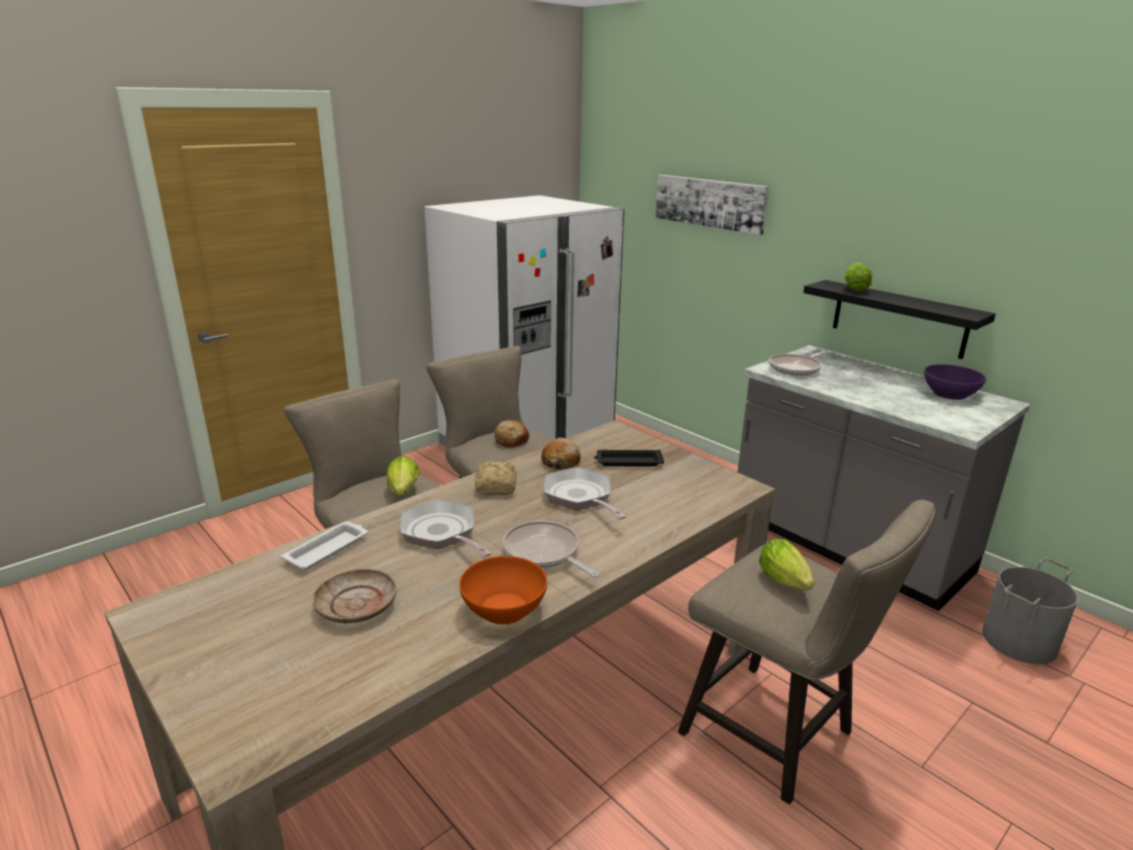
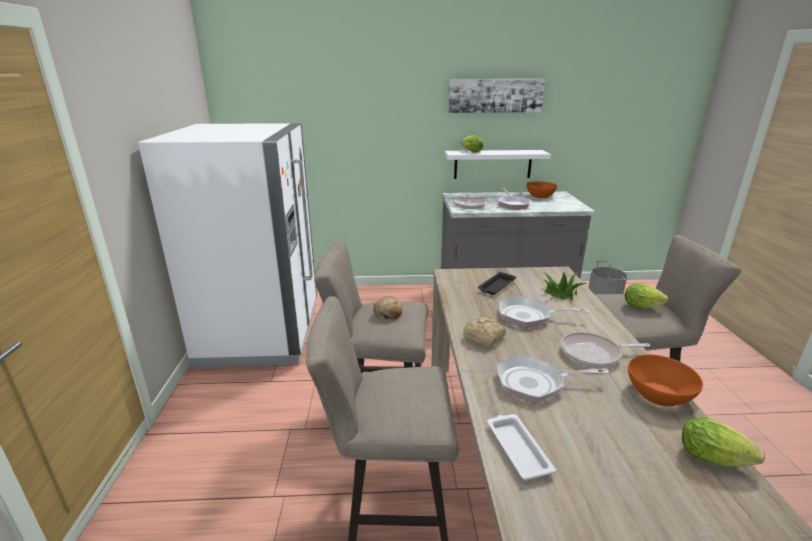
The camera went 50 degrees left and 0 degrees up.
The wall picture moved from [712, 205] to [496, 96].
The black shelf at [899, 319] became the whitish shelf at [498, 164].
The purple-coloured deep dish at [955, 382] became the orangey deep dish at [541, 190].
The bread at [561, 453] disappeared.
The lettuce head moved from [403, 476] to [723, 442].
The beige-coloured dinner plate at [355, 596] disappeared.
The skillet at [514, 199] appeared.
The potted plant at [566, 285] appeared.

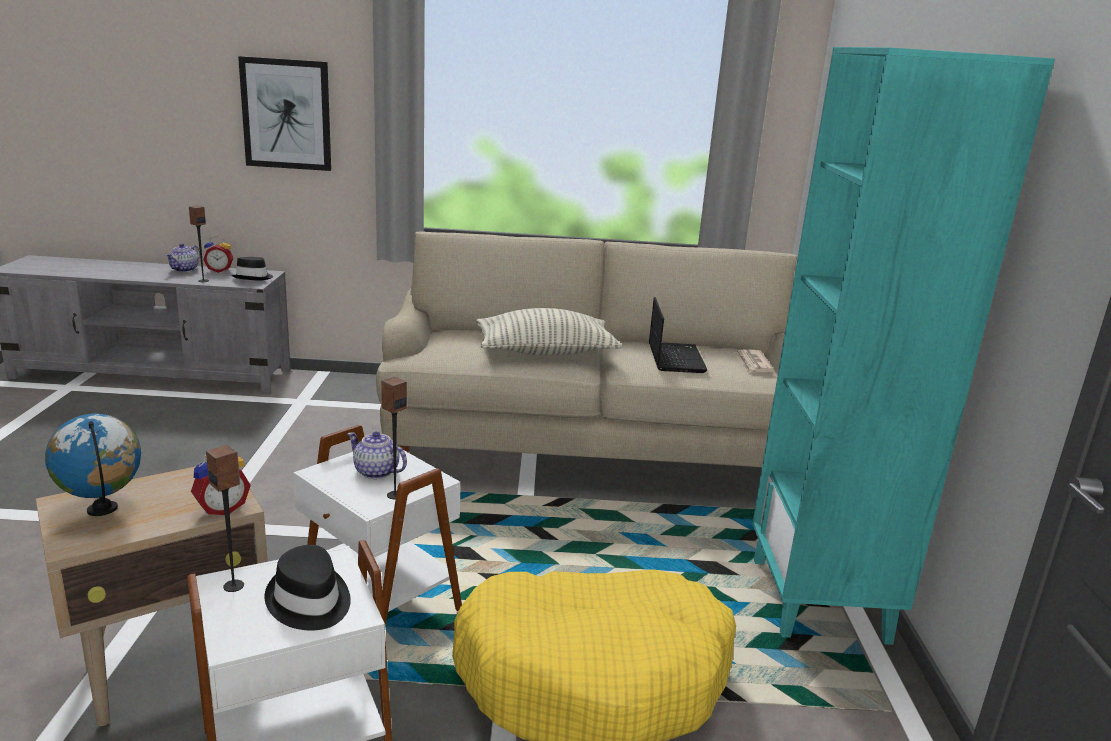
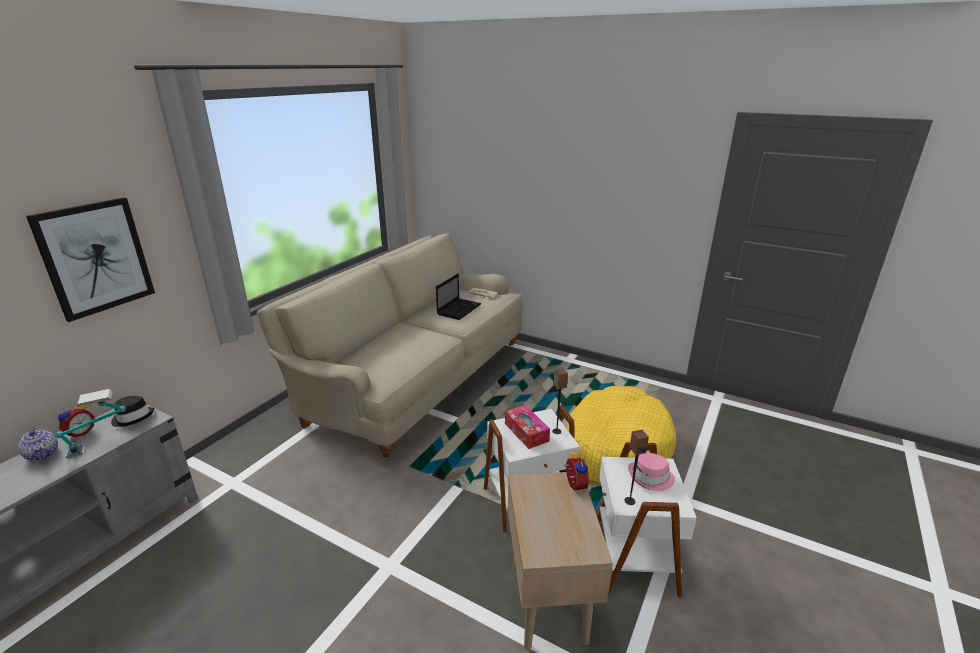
The camera went 60 degrees left and 5 degrees up.
The turquoise bookshelf at [903, 346] disappeared.
The loudspeaker at [199, 243] was replaced by the table lamp at [90, 424].
The portable computer at [678, 335] turned 90 degrees clockwise.
The throw pillow at [549, 331] disappeared.
The desk globe at [93, 464] disappeared.
The tea pot at [377, 455] was replaced by the tissue holder at [527, 427].
The black wearable hat at [308, 587] became the pink wearable hat at [651, 471].

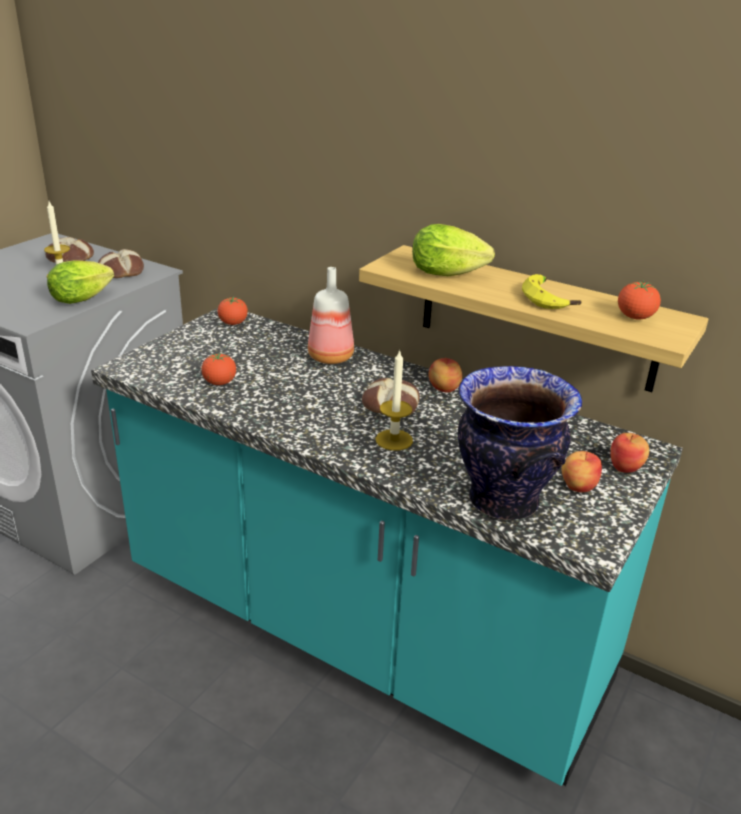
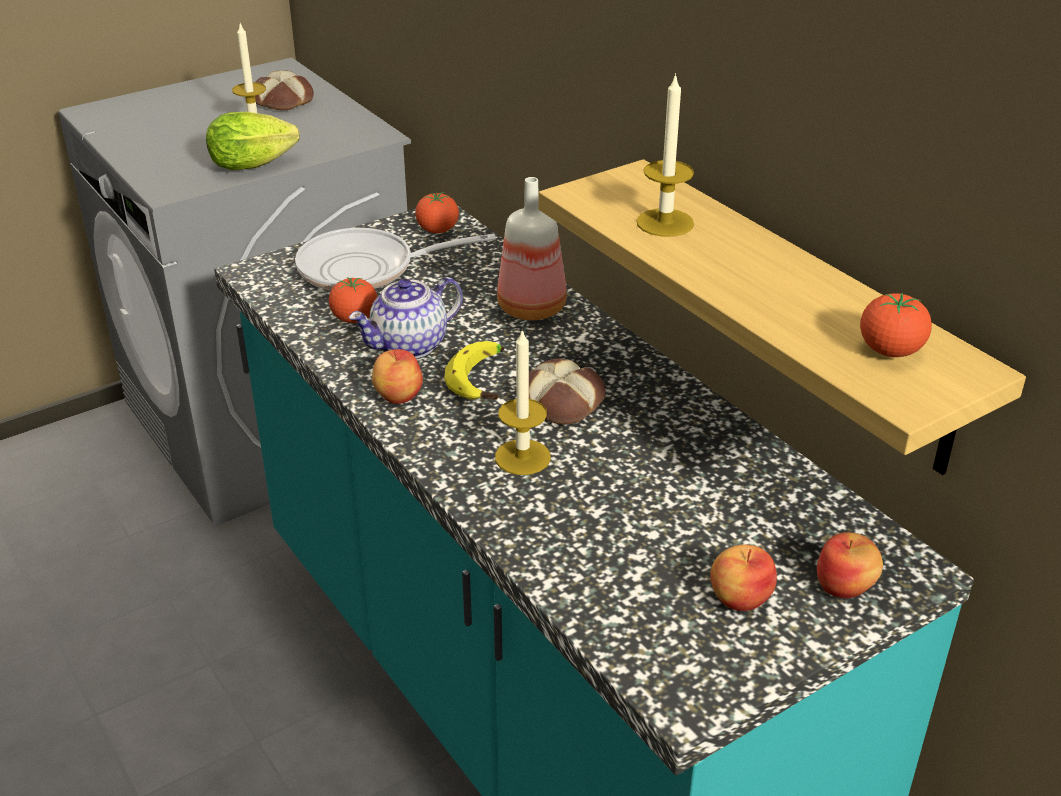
The camera went 25 degrees right and 5 degrees up.
The lettuce head at [453, 250] was replaced by the candle at [665, 155].
The bread at [121, 263] disappeared.
The banana fruit moved from [552, 291] to [474, 370].
The whole apple moved from [445, 374] to [397, 376].
The decorative vase at [520, 443] disappeared.
The skillet at [395, 259] appeared.
The tea pot at [405, 317] appeared.

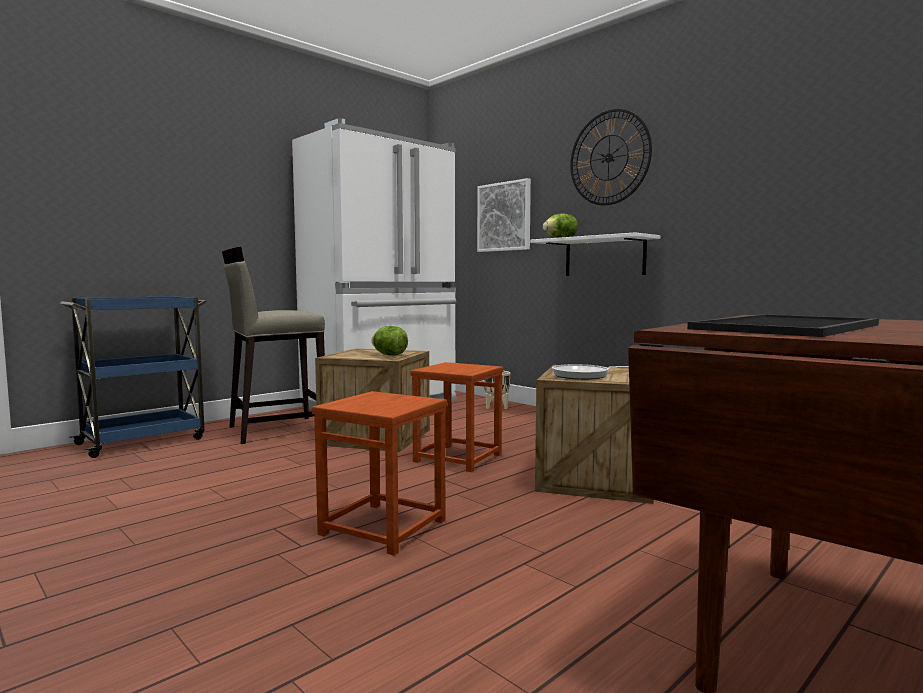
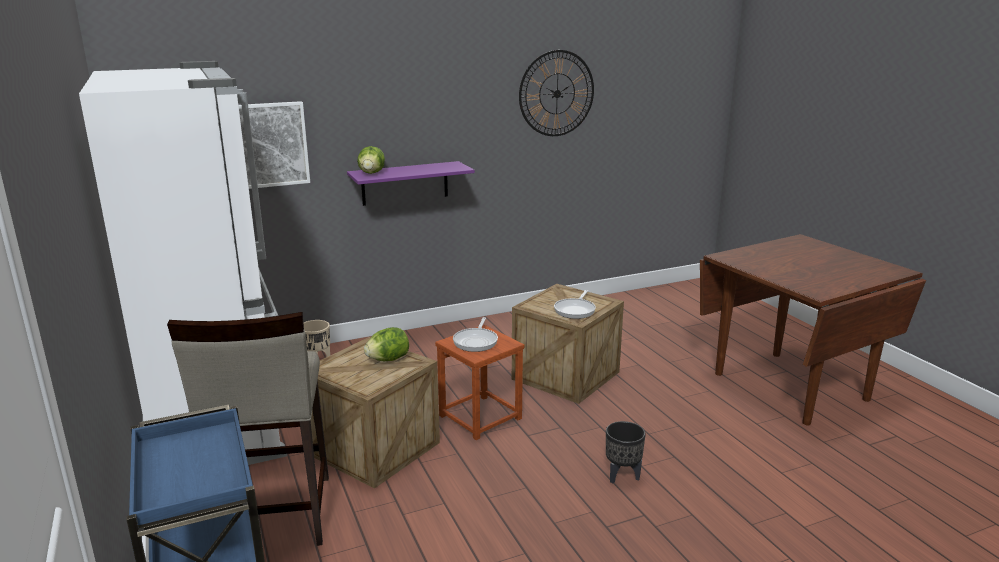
The camera went 70 degrees left and 15 degrees up.
The hanging clock moved from [611, 157] to [556, 93].
The whitish shelf at [595, 254] became the purple-coloured shelf at [411, 183].
The tray at [783, 325] disappeared.
The brownish stool at [379, 473] was replaced by the black planter at [626, 452].
The skillet at [475, 334] appeared.

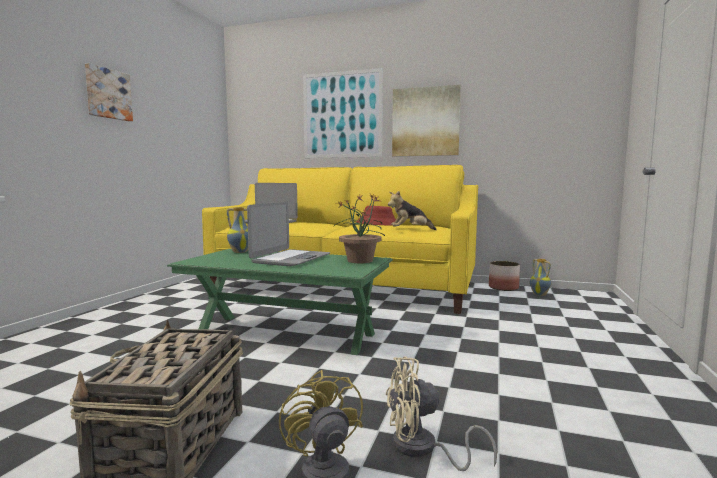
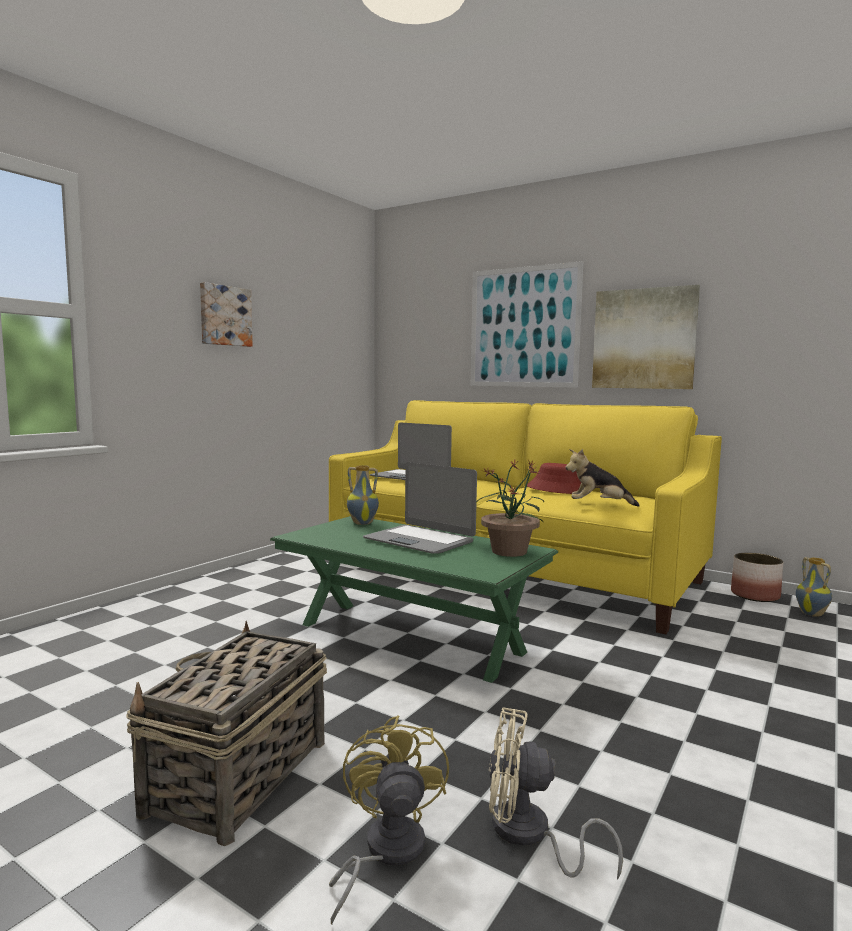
The camera went 15 degrees right and 0 degrees up.
The portable computer at [288, 234] turned 90 degrees clockwise.

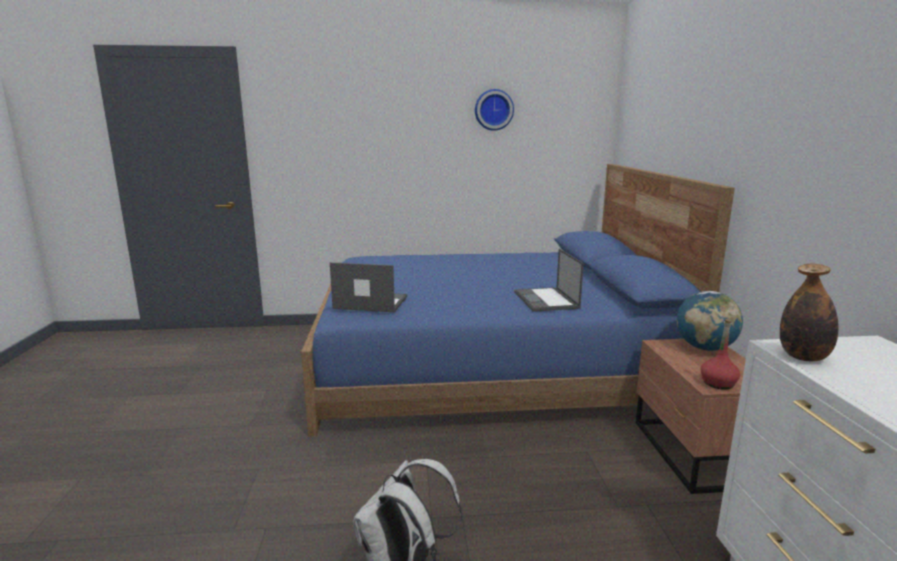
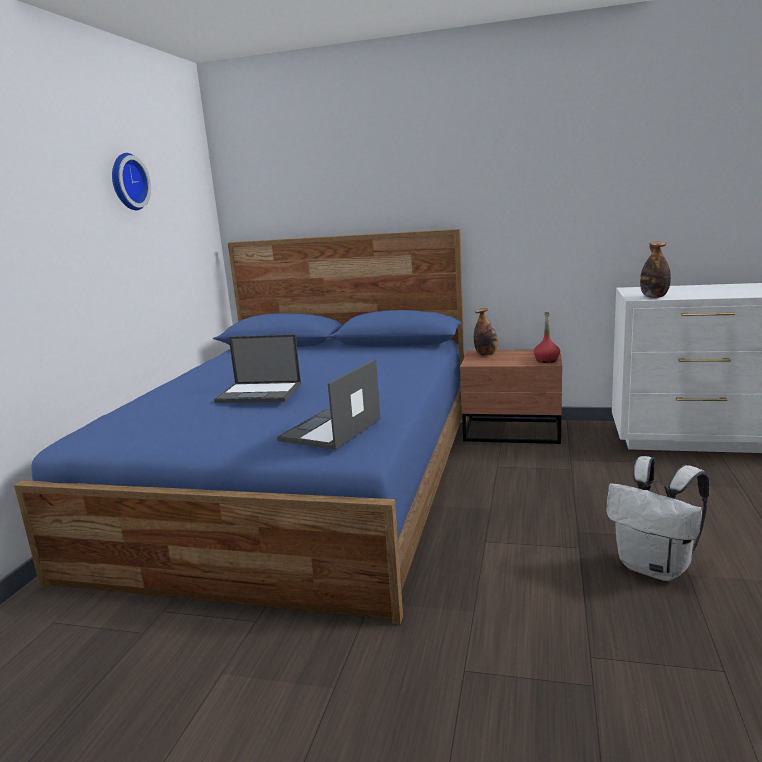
The camera went 70 degrees left and 0 degrees up.
The portable computer moved from [549, 280] to [257, 368].
The desk globe at [710, 321] was replaced by the drink bottle at [486, 332].

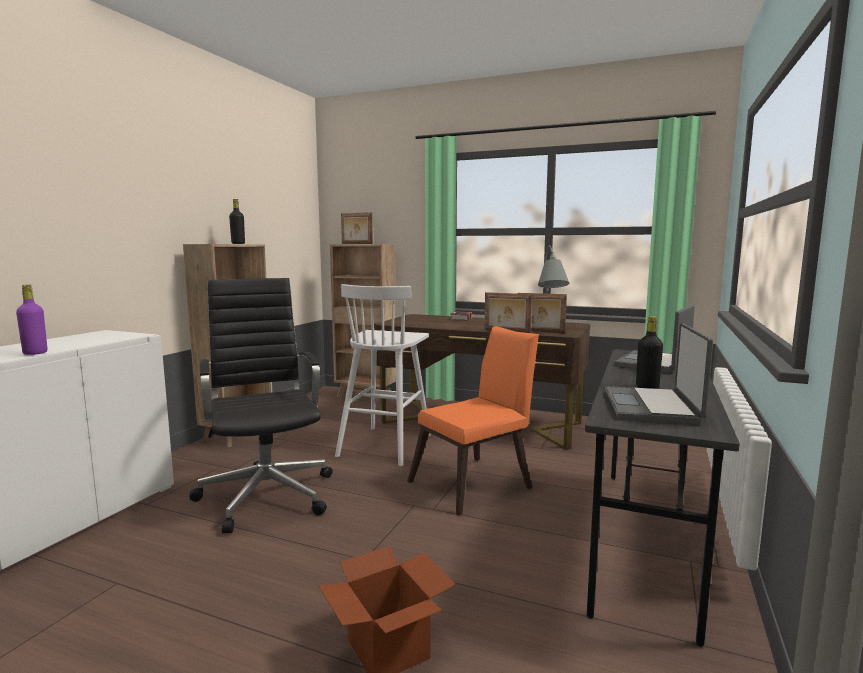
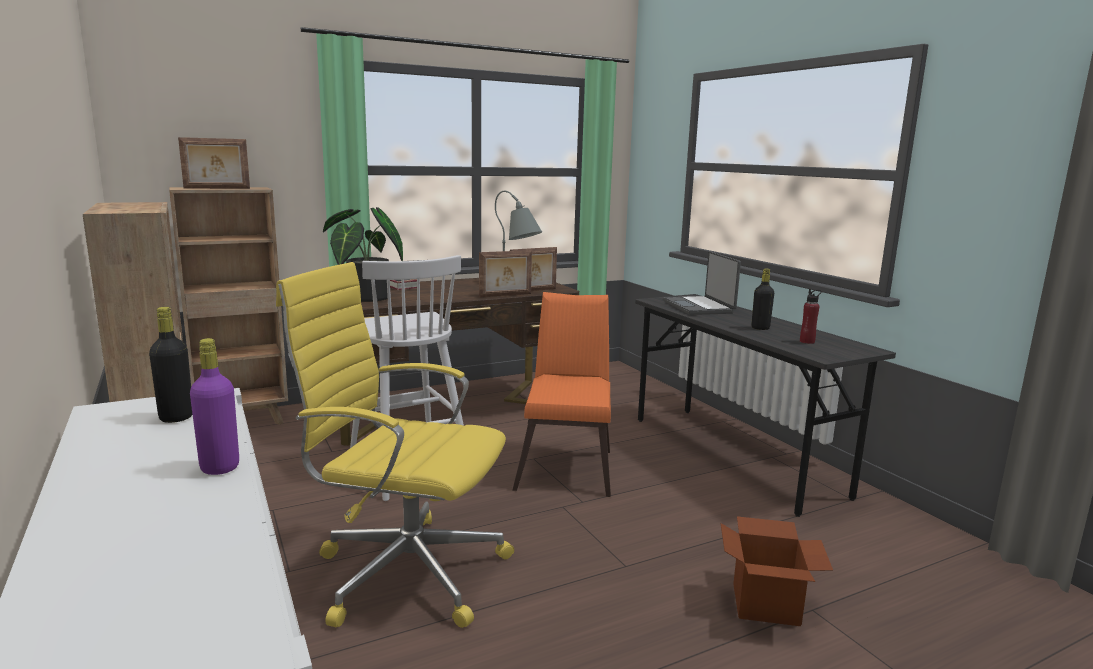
The camera went 50 degrees left and 5 degrees up.
The black drink bottle moved from [237, 221] to [170, 365].
The black desk chair at [261, 405] became the yellowish desk chair at [395, 445].
The portable computer at [659, 374] was replaced by the red-coloured drink bottle at [811, 316].
The potted plant at [363, 254] appeared.

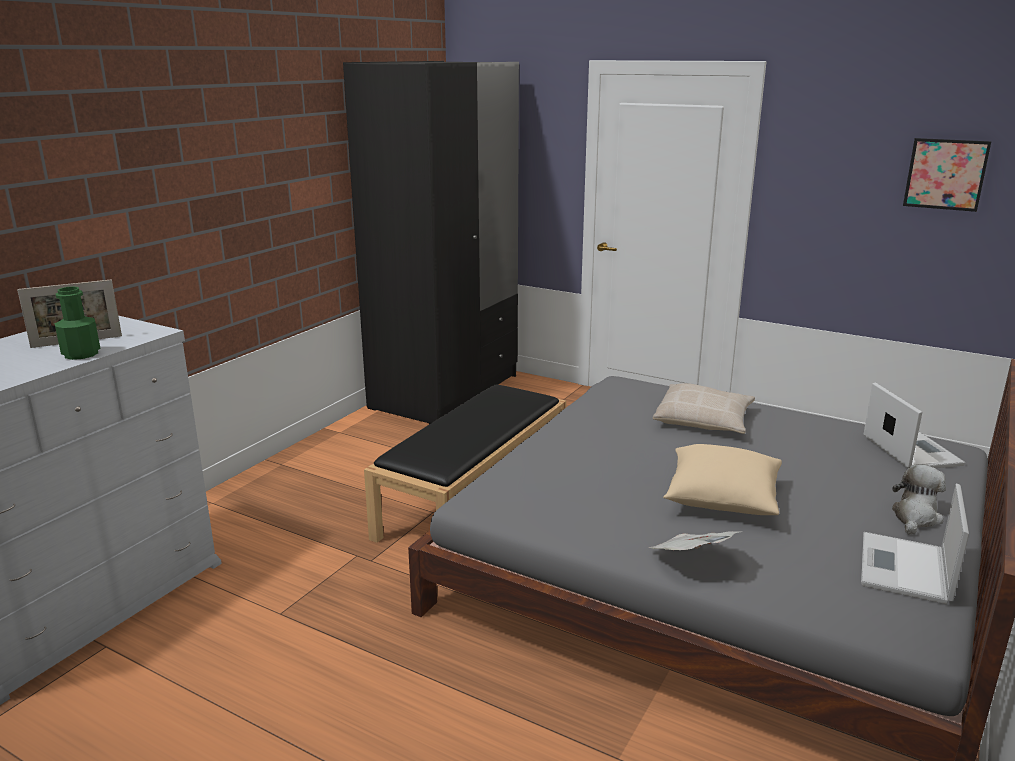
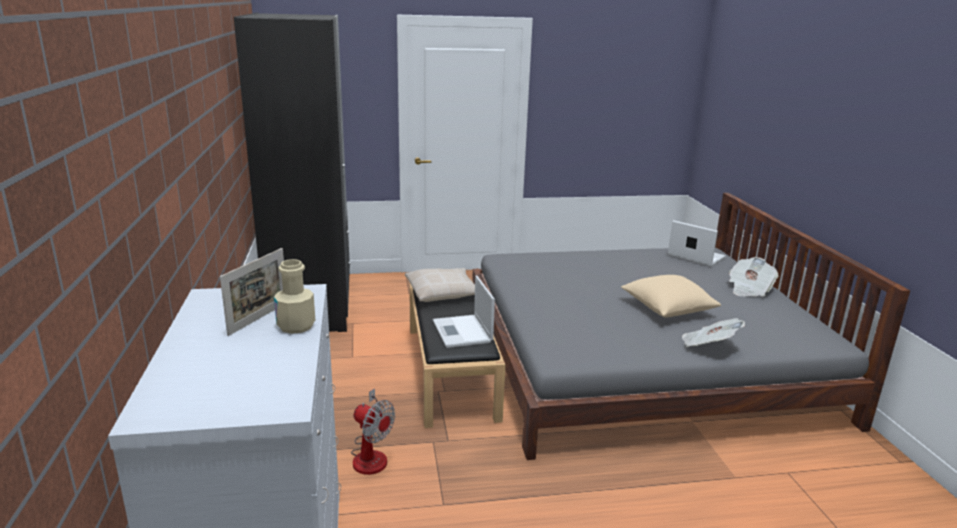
The camera went 40 degrees left and 0 degrees up.
The wall picture at [947, 175] disappeared.
The green drink bottle at [77, 323] became the beige-coloured drink bottle at [294, 296].
The beige-coloured throw pillow moved from [704, 408] to [440, 285].
The cuddly toy at [919, 500] was replaced by the printed paper at [754, 277].
The portable computer moved from [915, 543] to [464, 312].
The fan at [373, 431] appeared.

